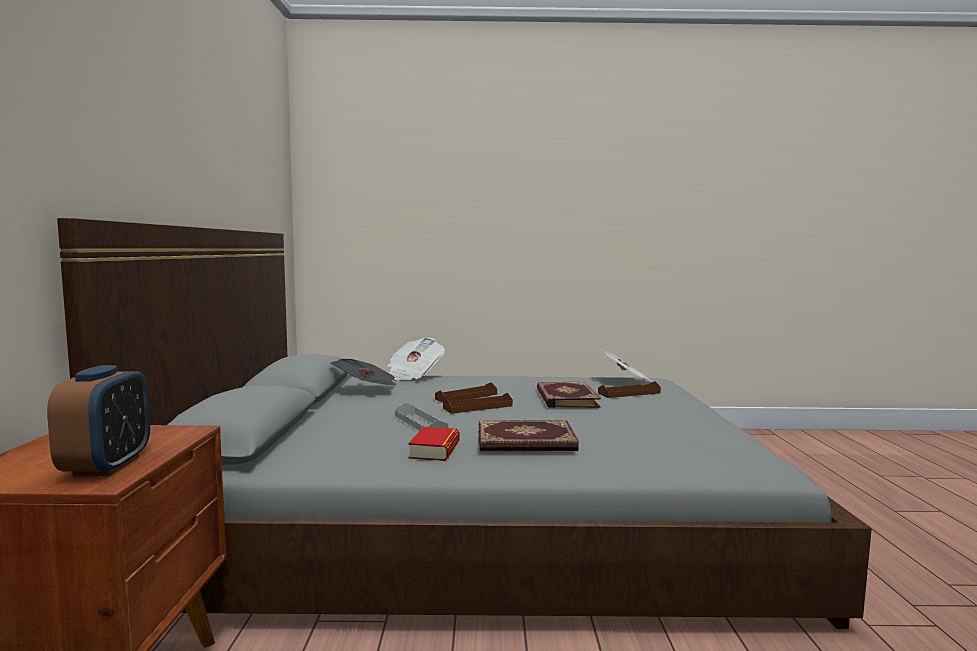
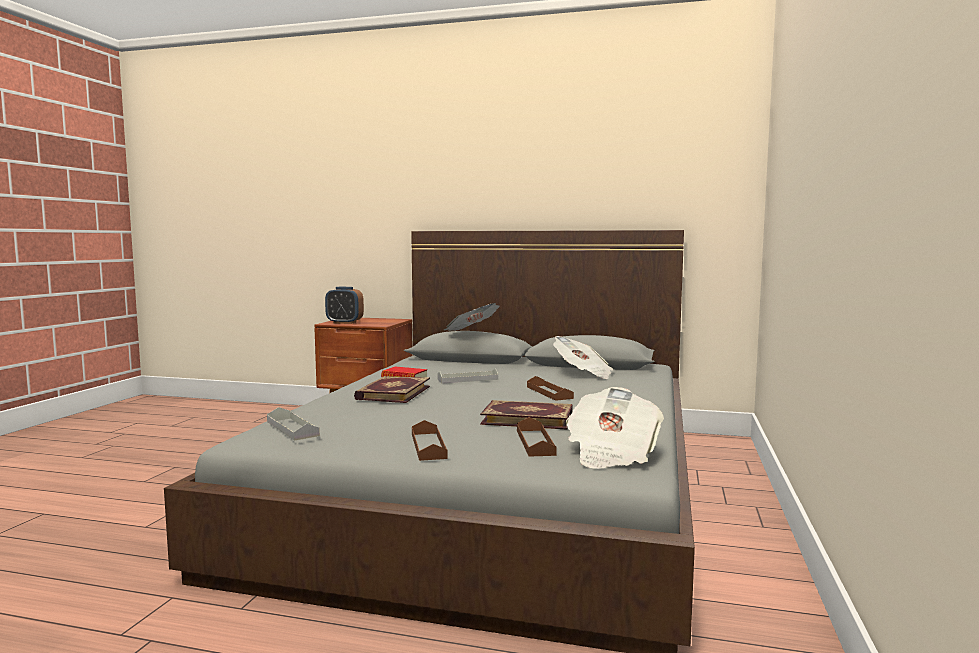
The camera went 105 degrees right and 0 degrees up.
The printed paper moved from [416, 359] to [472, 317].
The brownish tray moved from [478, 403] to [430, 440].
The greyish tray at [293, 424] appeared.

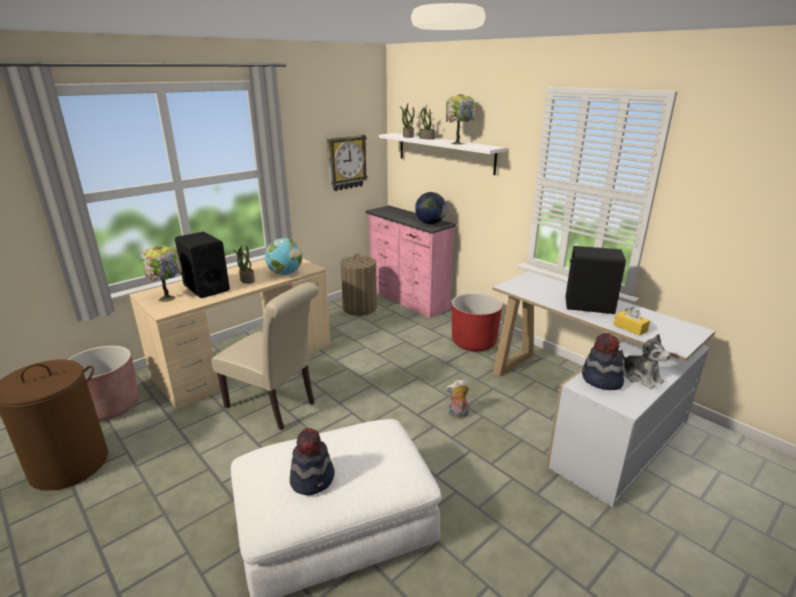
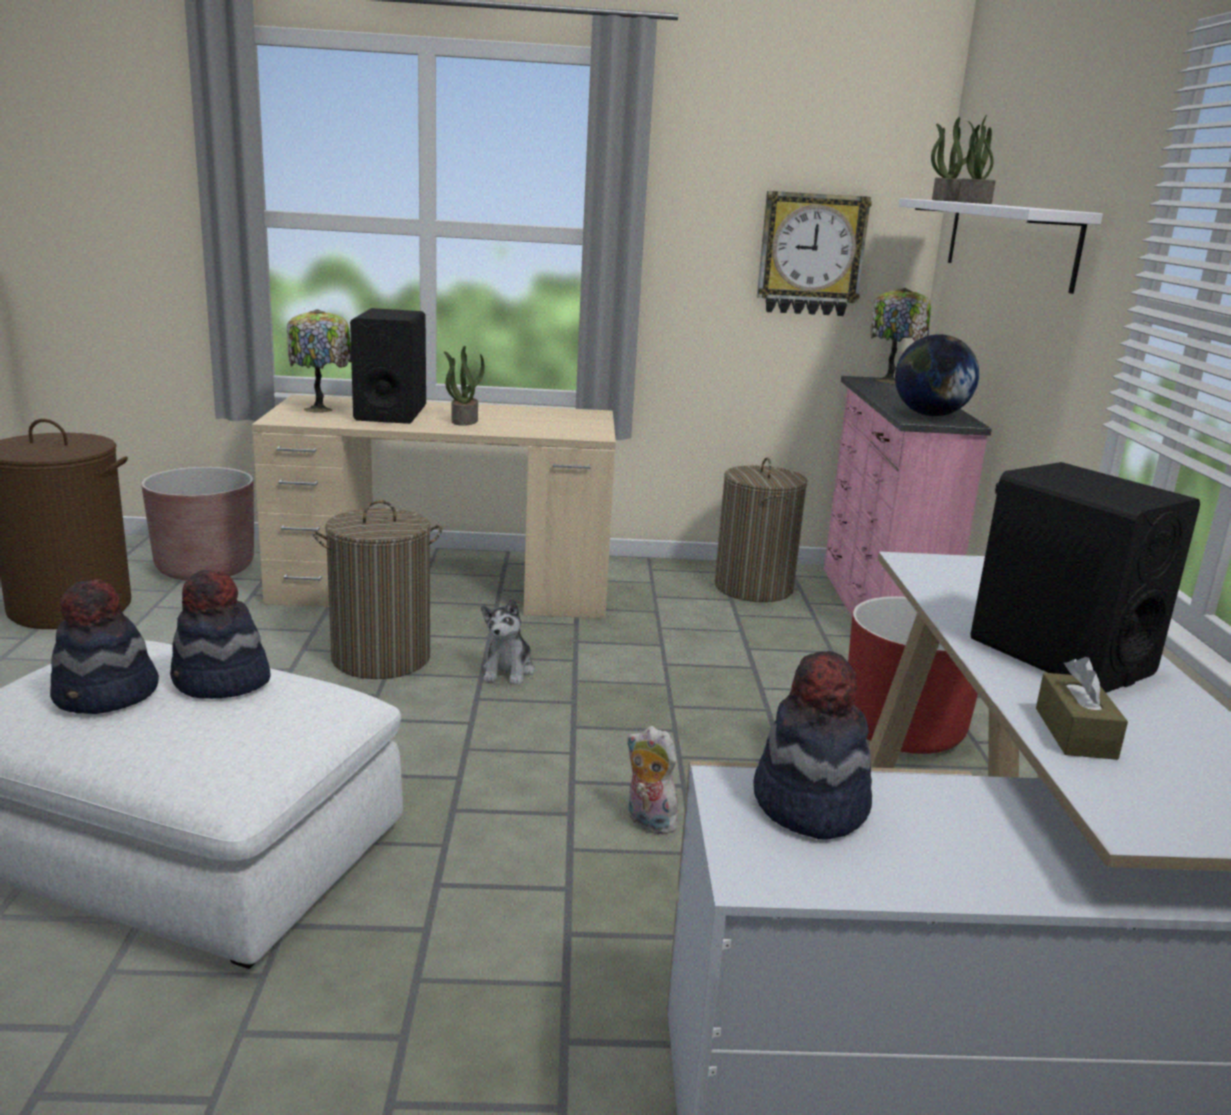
The camera went 40 degrees right and 5 degrees down.
The table lamp moved from [460, 119] to [900, 336].
The desk globe at [283, 256] disappeared.
The beige-coloured plain chair at [265, 356] was replaced by the washing basket at [377, 589].
The yellowish tissue holder at [631, 321] became the brownish tissue holder at [1082, 708].
The cuddly toy moved from [645, 361] to [508, 641].
The wearable hat at [220, 634] appeared.

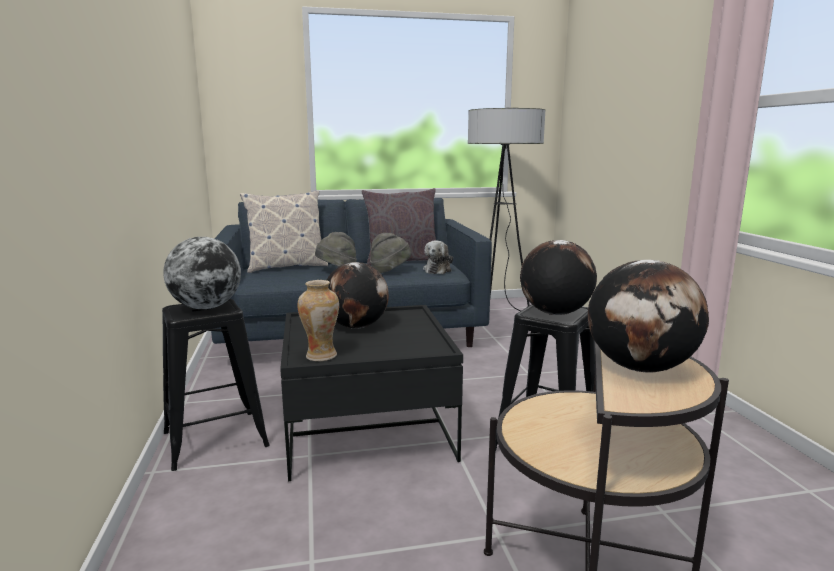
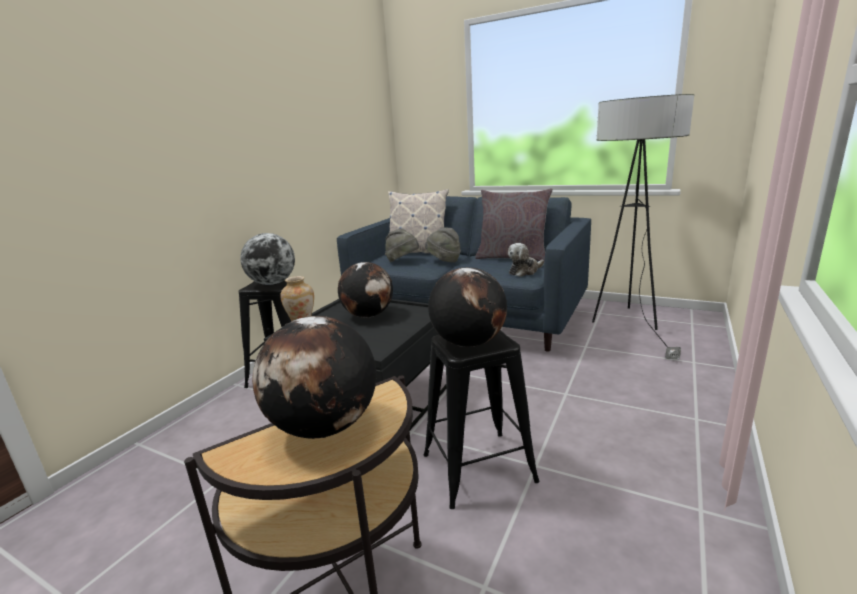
The camera went 40 degrees right and 5 degrees up.
The greyish wearable hat moved from [390, 253] to [402, 245].

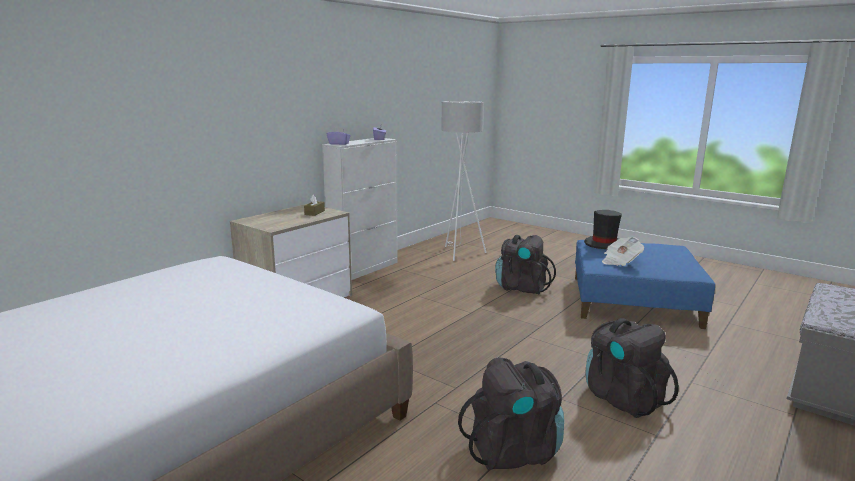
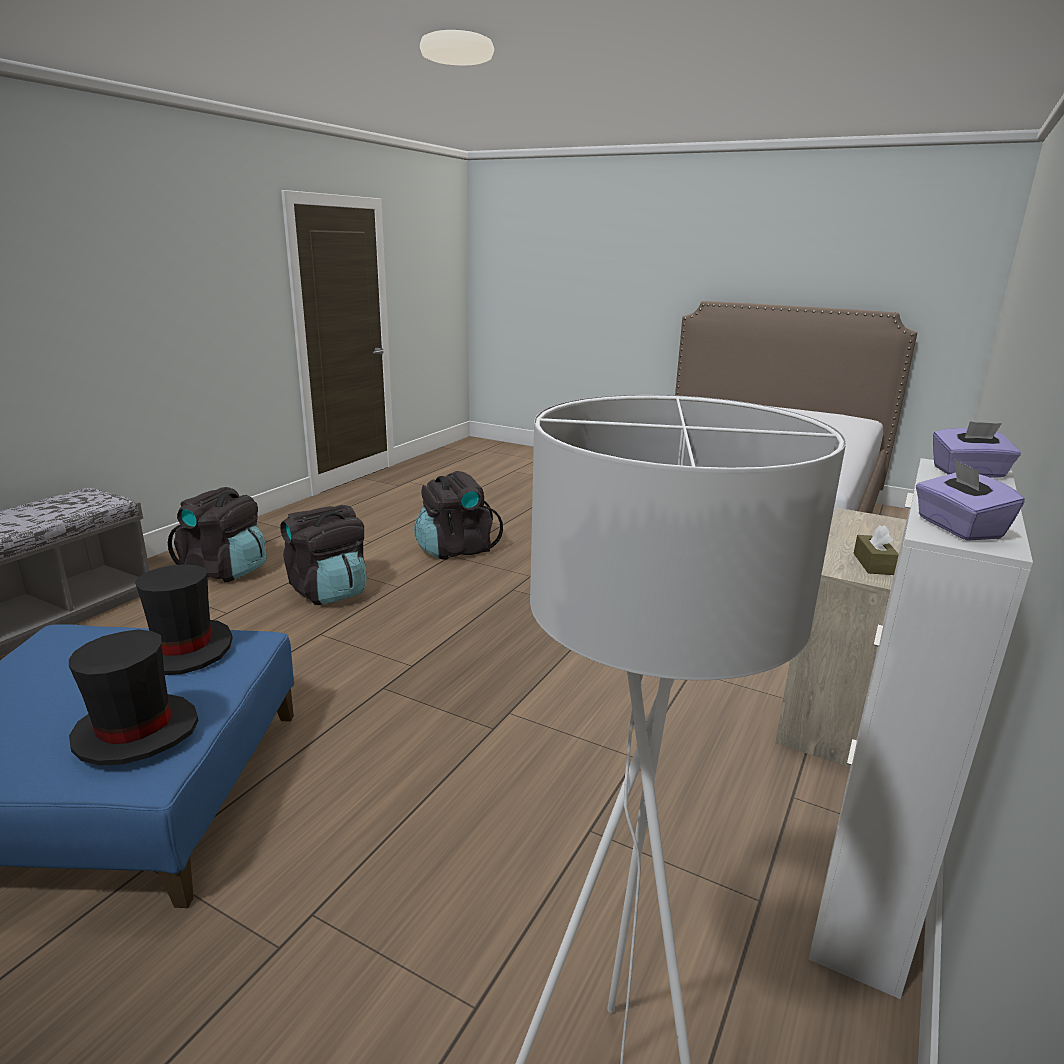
The camera went 170 degrees right and 5 degrees up.
The black knapsack moved from [525, 264] to [217, 534].
The printed paper at [623, 251] was replaced by the black wearable hat at [184, 619].

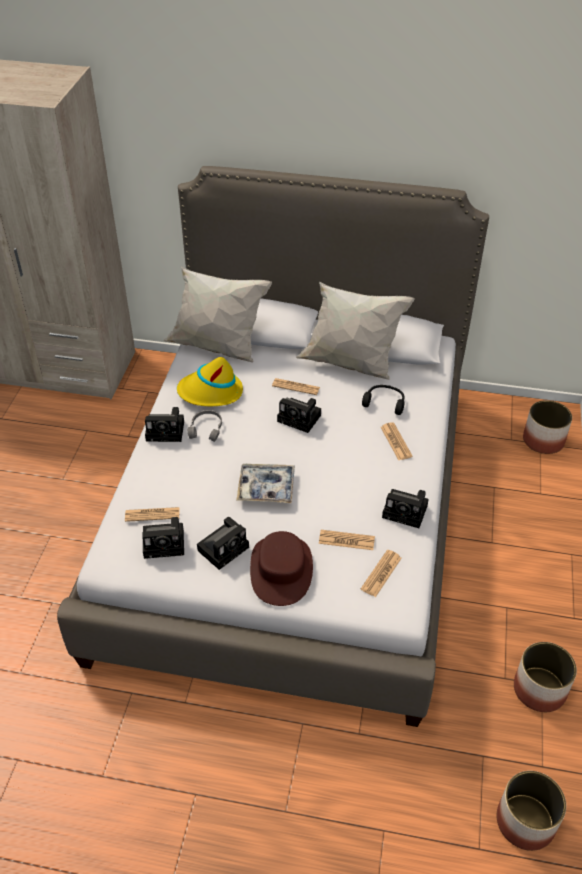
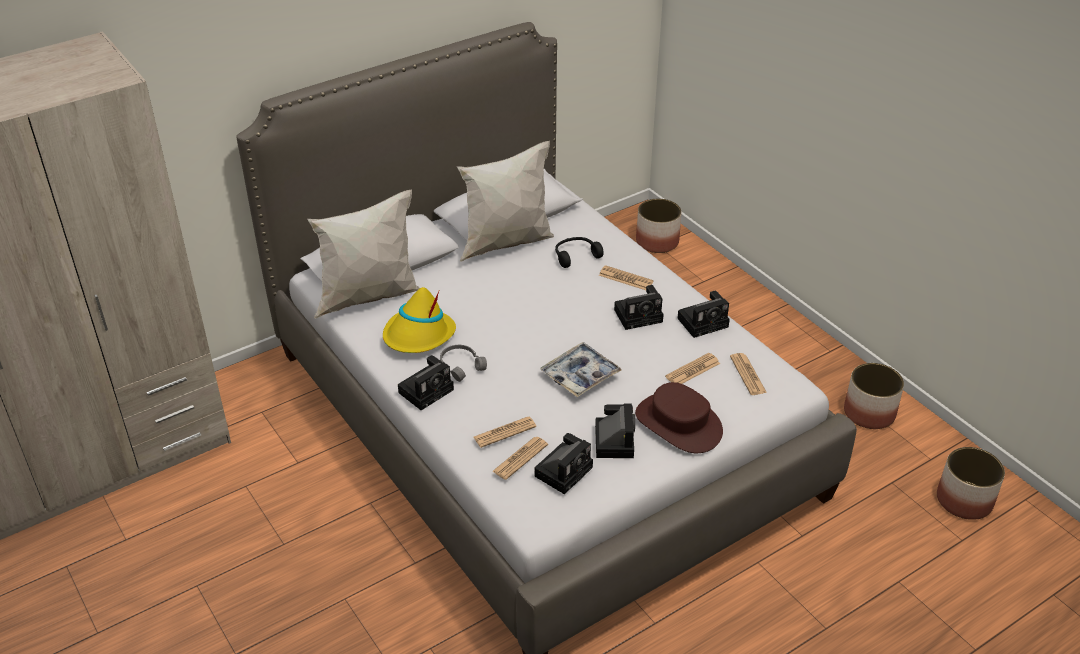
The camera went 45 degrees left and 5 degrees down.
The printed paper moved from [296, 386] to [504, 432].
The photo camera moved from [299, 415] to [639, 307].

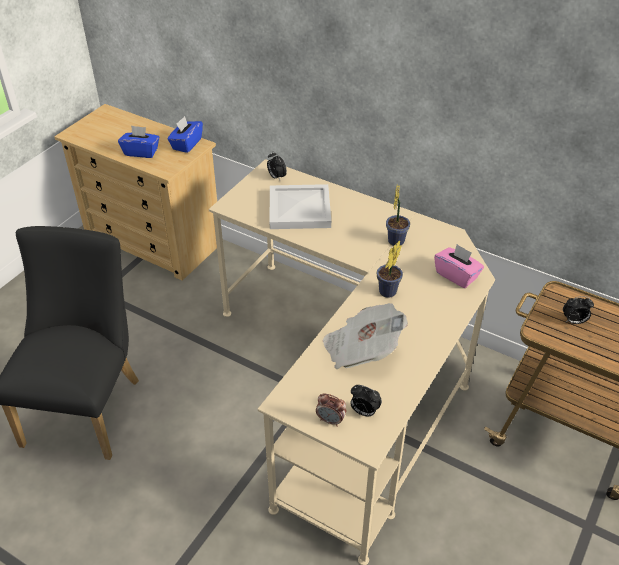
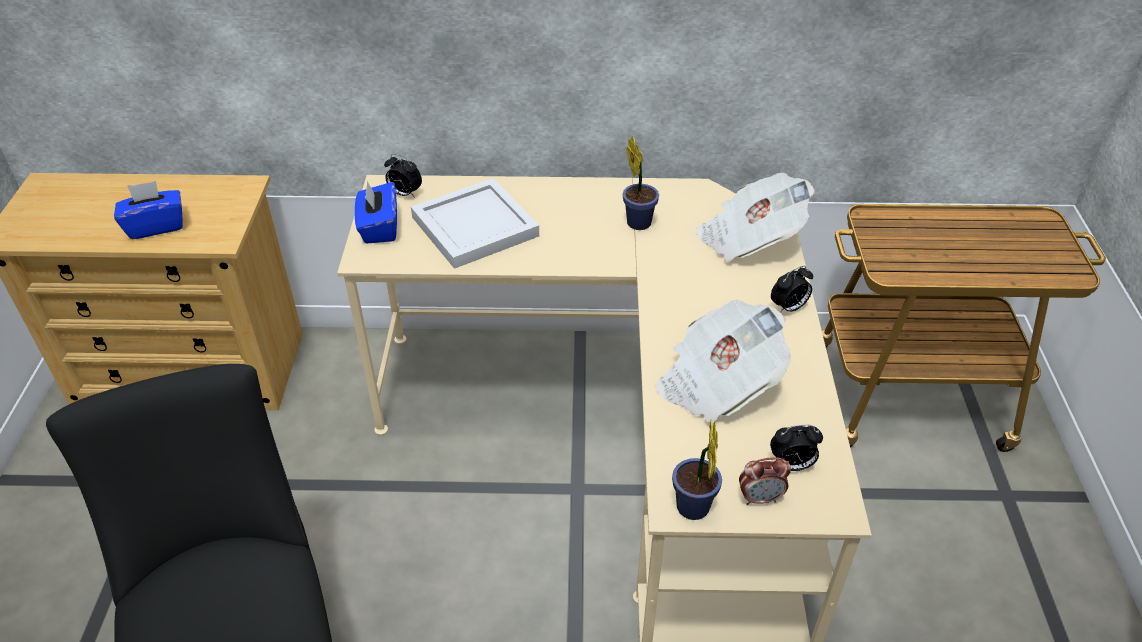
The camera went 30 degrees left and 0 degrees up.
The blue tissue holder moved from [185, 134] to [376, 212].
The potted plant moved from [390, 269] to [697, 470].
The pink tissue holder at [459, 266] was replaced by the printed paper at [755, 217].
The table clock moved from [578, 310] to [792, 289].

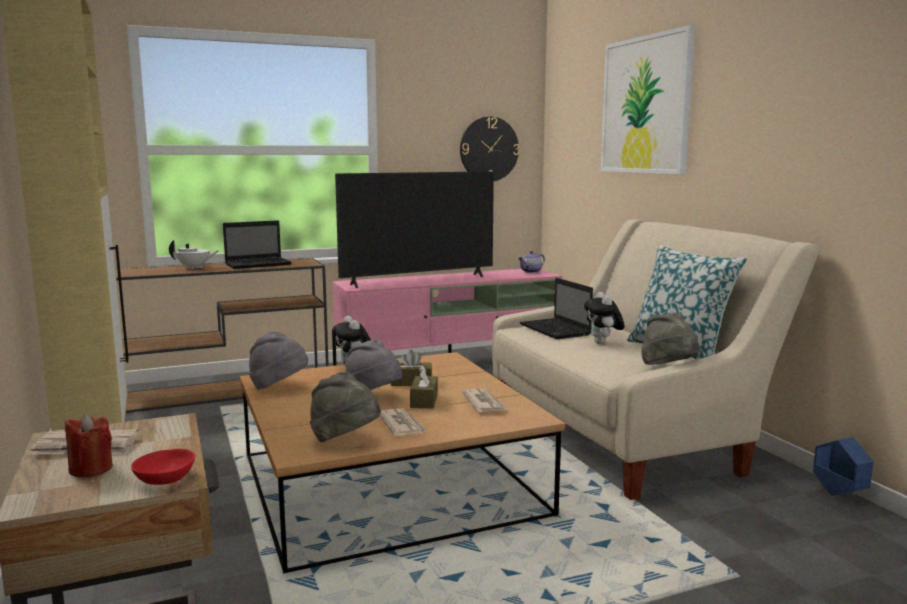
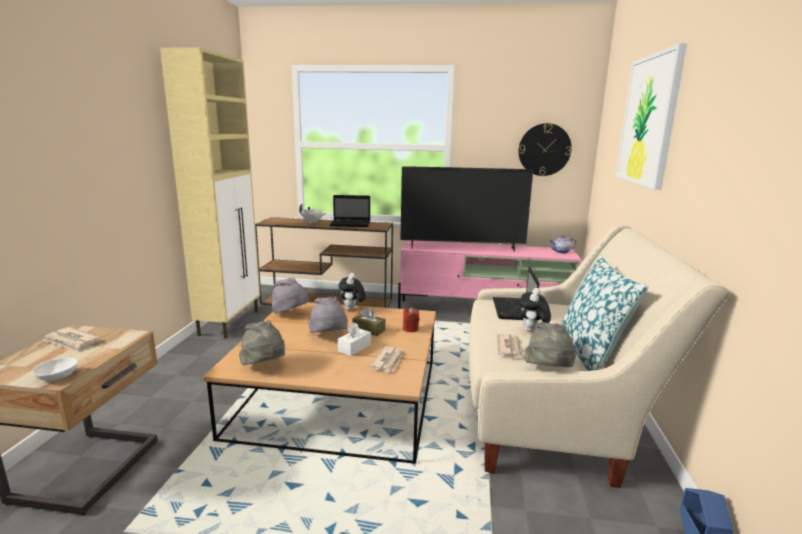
The camera went 30 degrees right and 5 degrees up.
The brownish tissue holder at [424, 386] became the whitish tissue holder at [354, 339].
The printed paper moved from [404, 422] to [511, 346].
The red-coloured candle moved from [89, 445] to [411, 319].
The red-coloured deep dish at [163, 467] became the whitish deep dish at [55, 369].

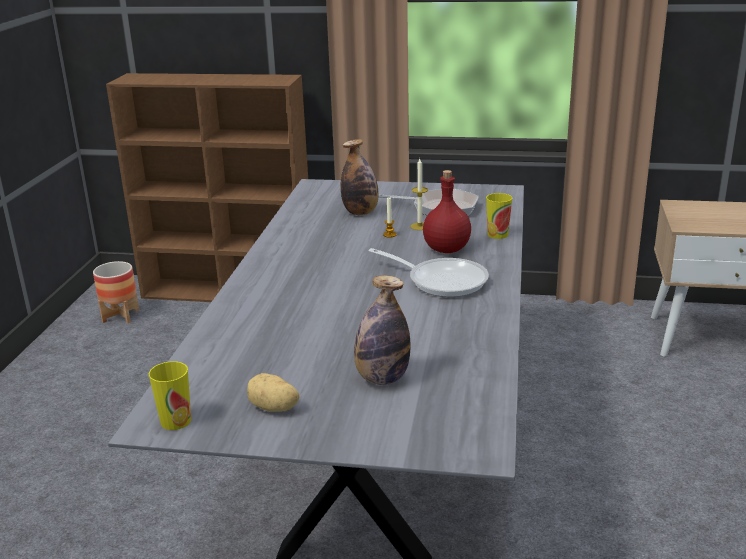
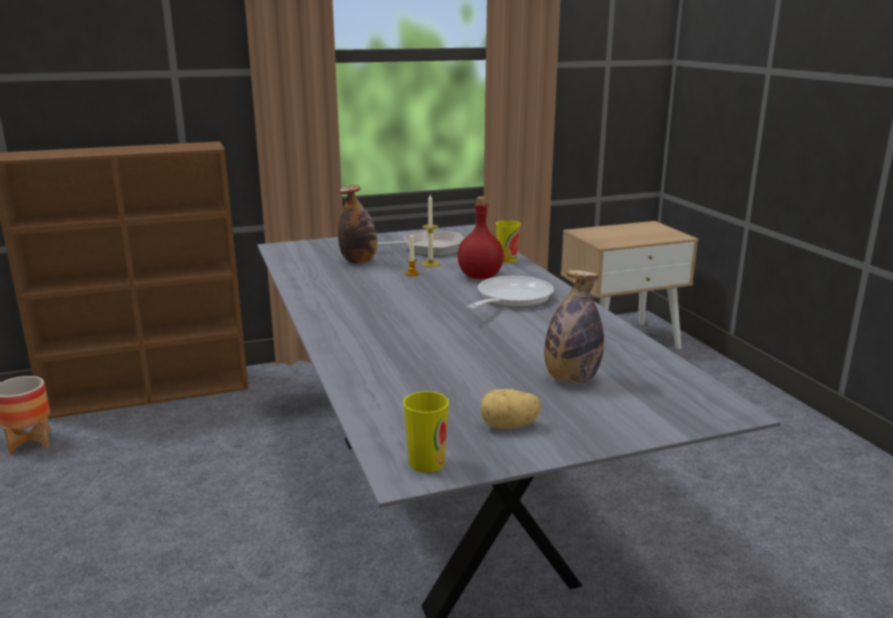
The camera went 30 degrees left and 5 degrees down.
The skillet at [429, 272] turned 60 degrees counterclockwise.

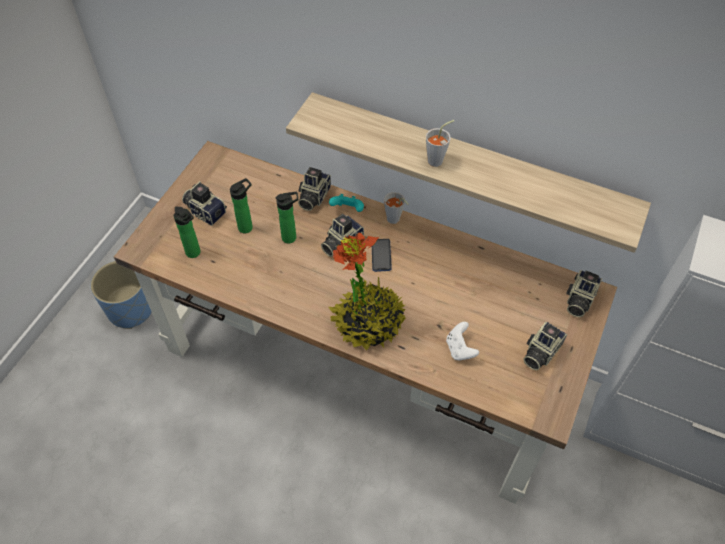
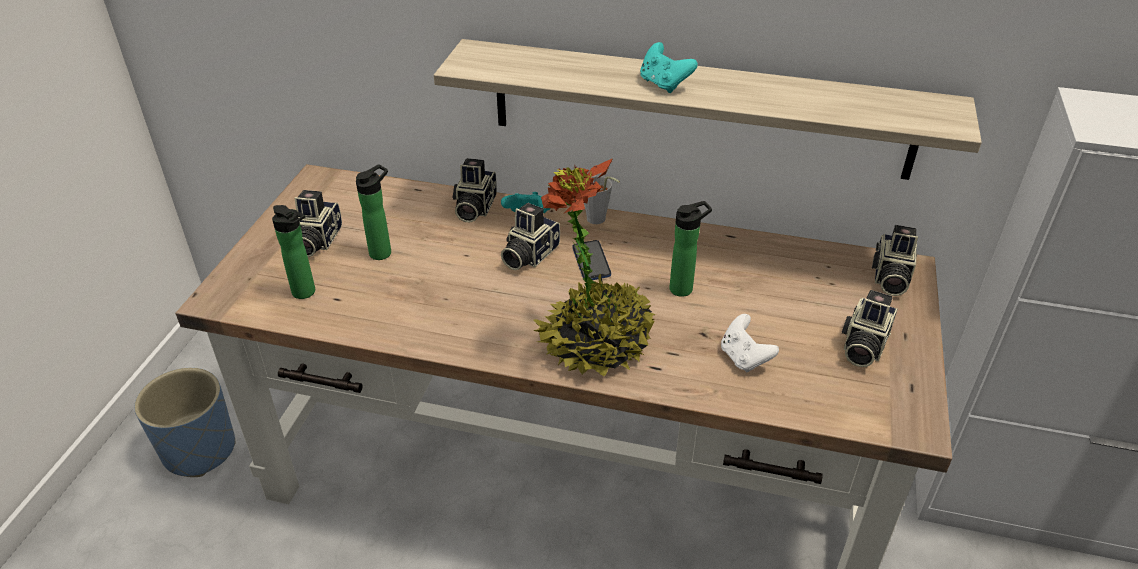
The camera went 10 degrees left and 15 degrees down.
The greyish small cup at [440, 143] was replaced by the turquoise joypad at [669, 67].
The photo camera at [204, 203] turned 105 degrees counterclockwise.
The drink bottle moved from [287, 217] to [690, 249].

